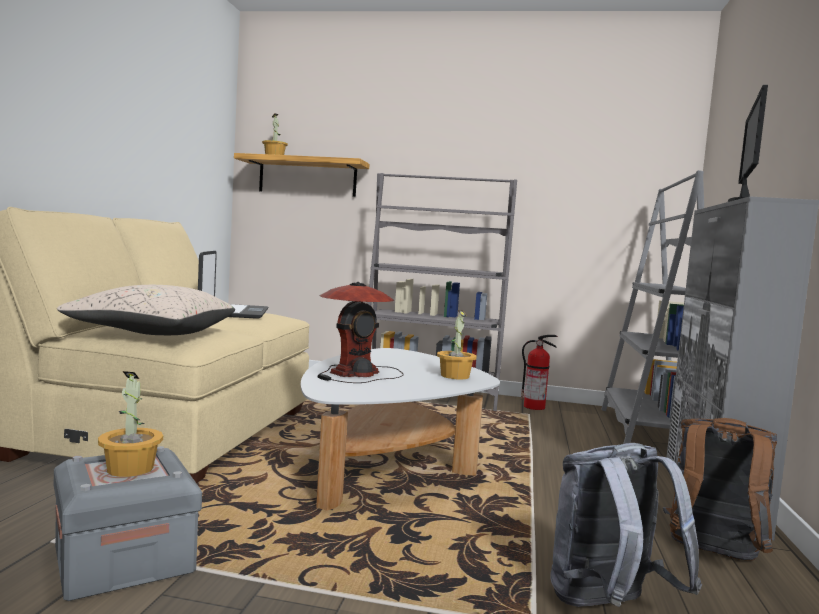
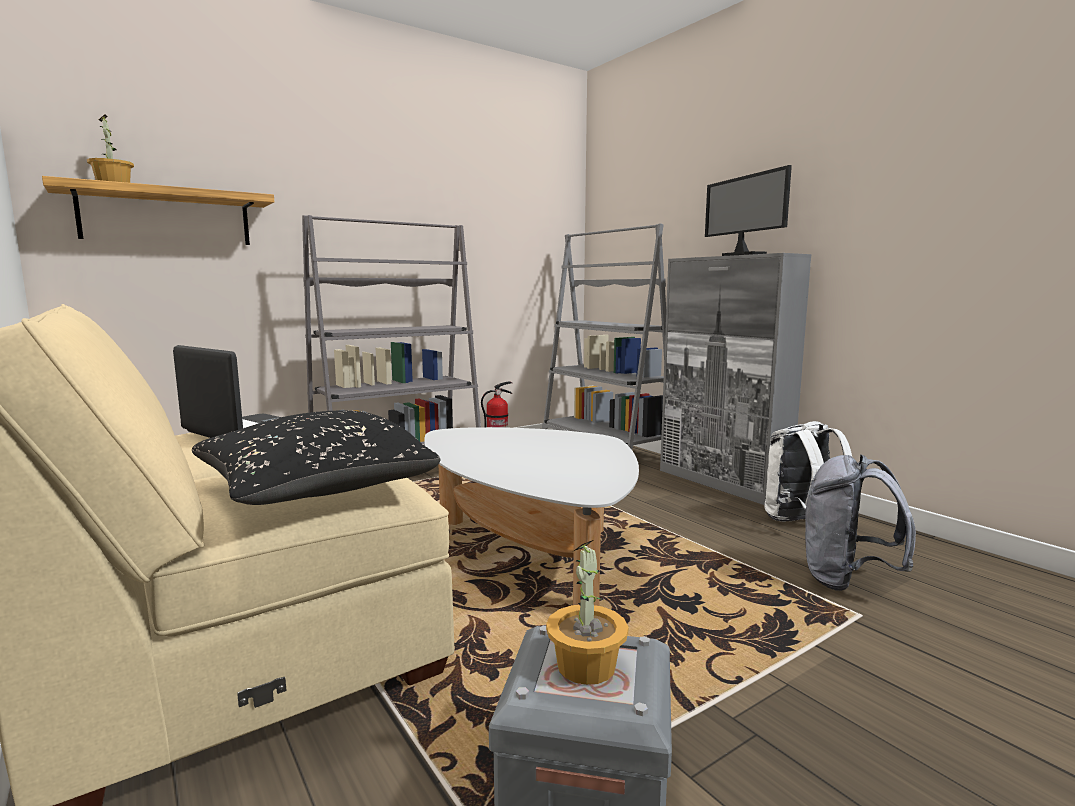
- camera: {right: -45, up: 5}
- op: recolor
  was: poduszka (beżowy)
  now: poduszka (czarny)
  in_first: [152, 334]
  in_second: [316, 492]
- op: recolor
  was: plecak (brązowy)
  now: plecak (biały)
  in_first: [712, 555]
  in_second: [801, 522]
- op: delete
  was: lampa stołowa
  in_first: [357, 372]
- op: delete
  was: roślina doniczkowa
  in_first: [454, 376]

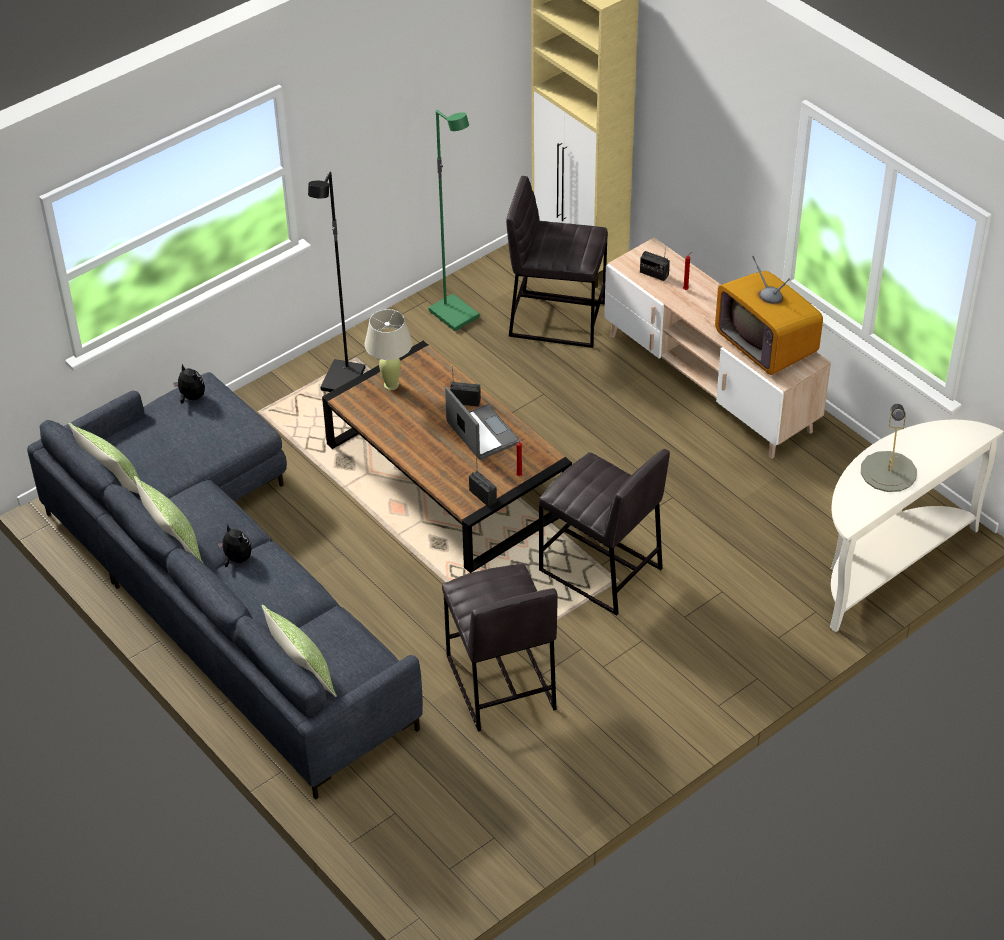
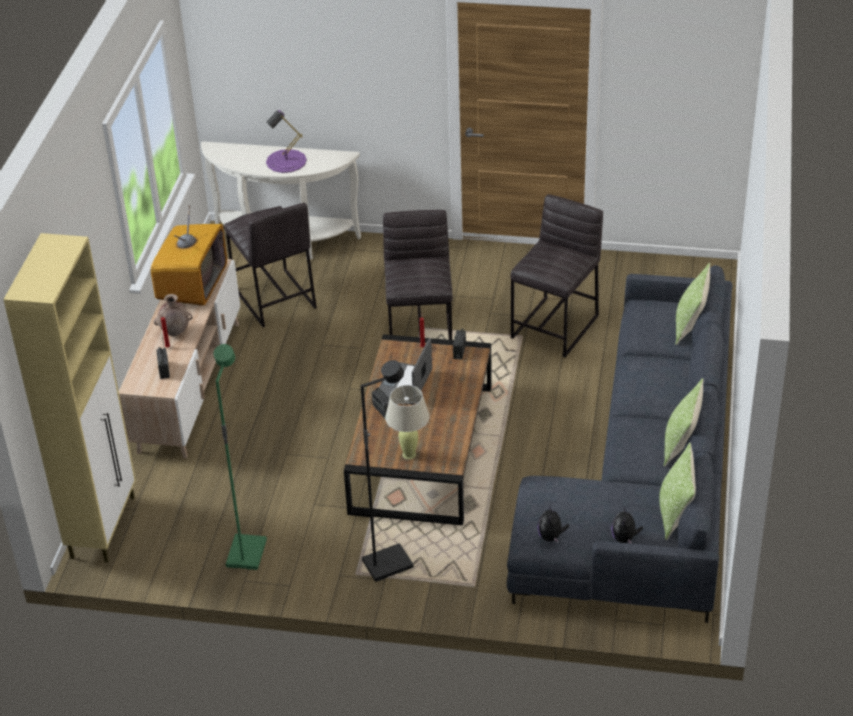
- camera: {right: -130, up: -5}
- op: insert
  now: wazon (brązowy)
  in_second: [175, 332]
- op: move
  was: stołek (szary)
  in_first: [556, 318]
  in_second: [274, 298]
- op: recolor
  was: lampa stołowa (szary)
  now: lampa stołowa (fioletowy)
  in_first: [888, 471]
  in_second: [286, 161]
- op: move
  was: pluszak
  in_first: [236, 559]
  in_second: [624, 538]

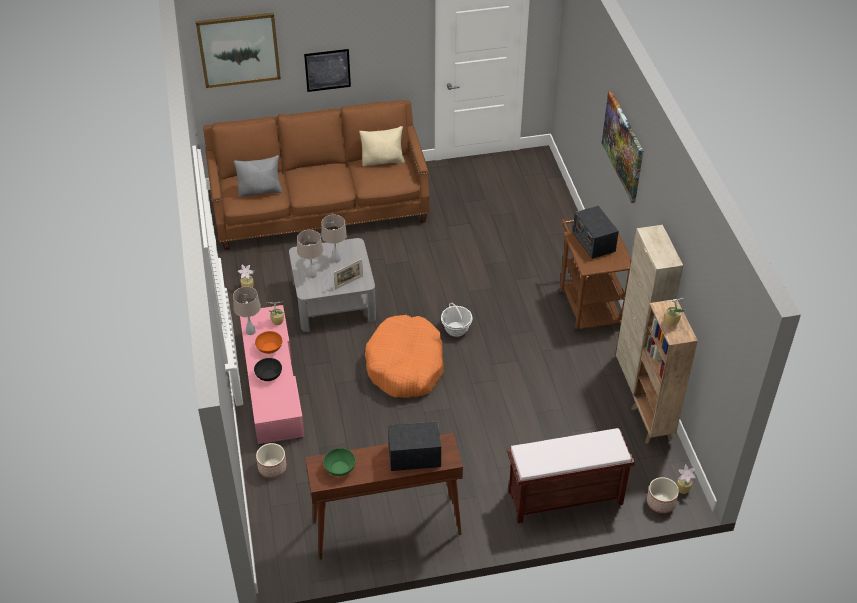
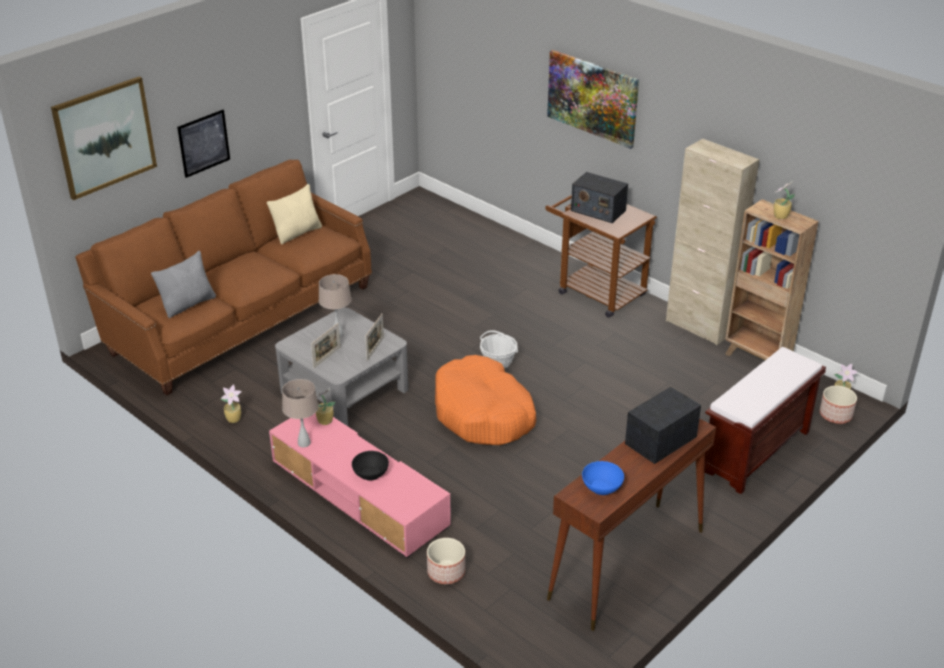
- camera: {right: -35, up: -10}
- op: replace
  was: lampa stołowa (beżowy)
  now: ramka na zdjęcie
  in_first: [312, 274]
  in_second: [327, 358]
- op: recolor
  was: miska (zielony)
  now: miska (niebieski)
  in_first: [339, 468]
  in_second: [601, 487]
- op: delete
  was: miska (pomarańczowy)
  in_first: [269, 348]

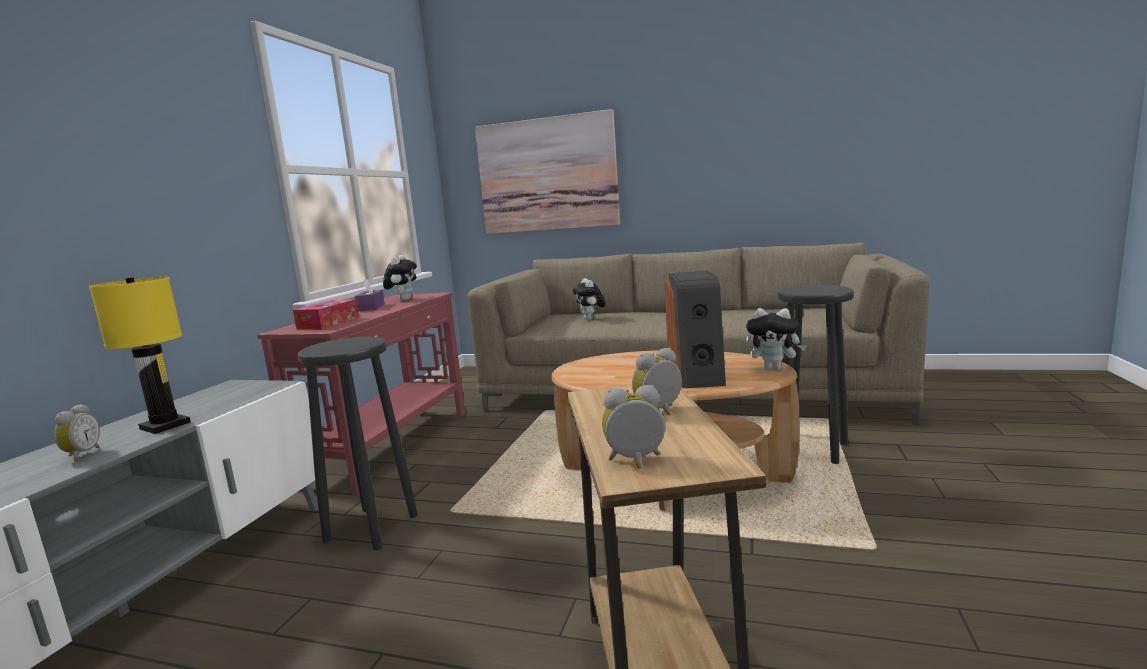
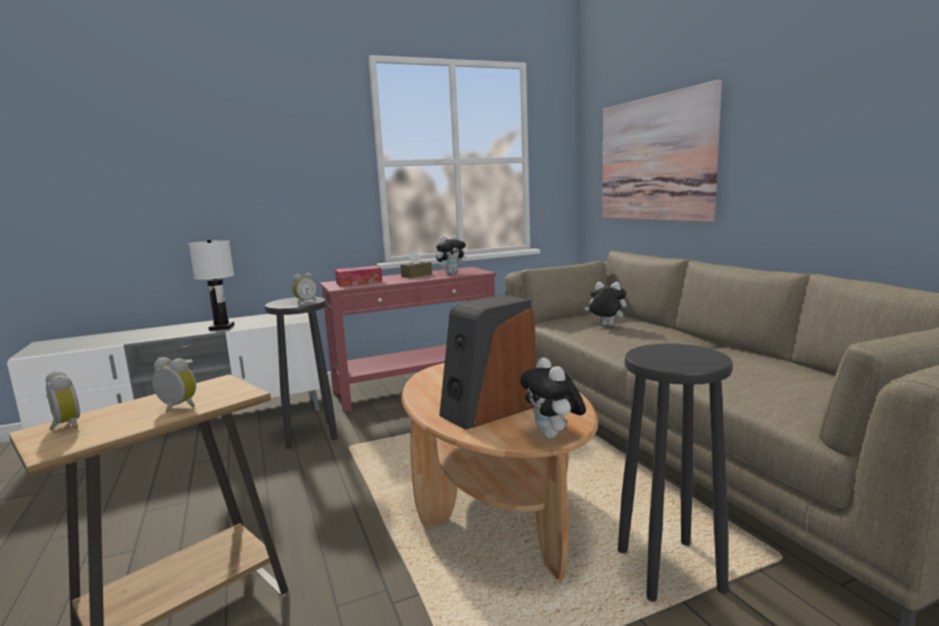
- camera: {right: 50, up: 0}
- op: recolor
  was: lampa stołowa (żółty)
  now: lampa stołowa (biały)
  in_first: [165, 426]
  in_second: [221, 327]
- op: move
  was: budzik
  in_first: [81, 455]
  in_second: [305, 302]
- op: recolor
  was: pudełko chusteczek (fioletowy)
  now: pudełko chusteczek (brązowy)
  in_first: [371, 307]
  in_second: [416, 275]
- op: rotate
  was: pluszak
  in_first: [591, 319]
  in_second: [605, 326]
  clockwise: 75

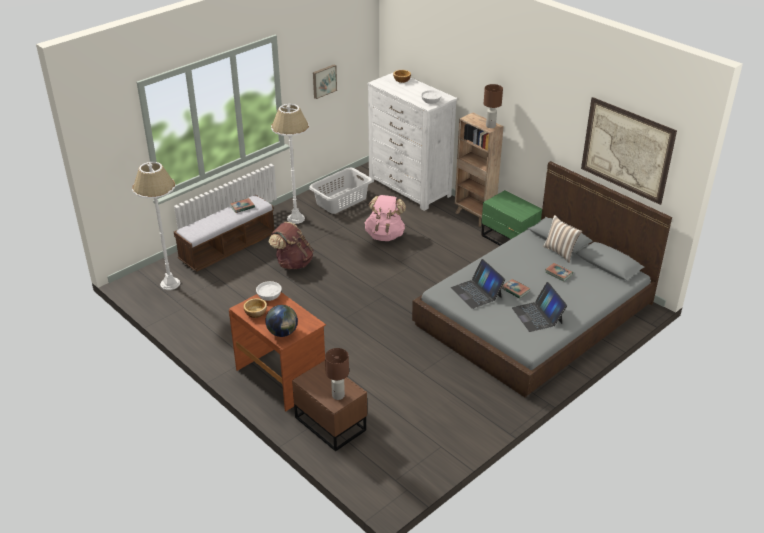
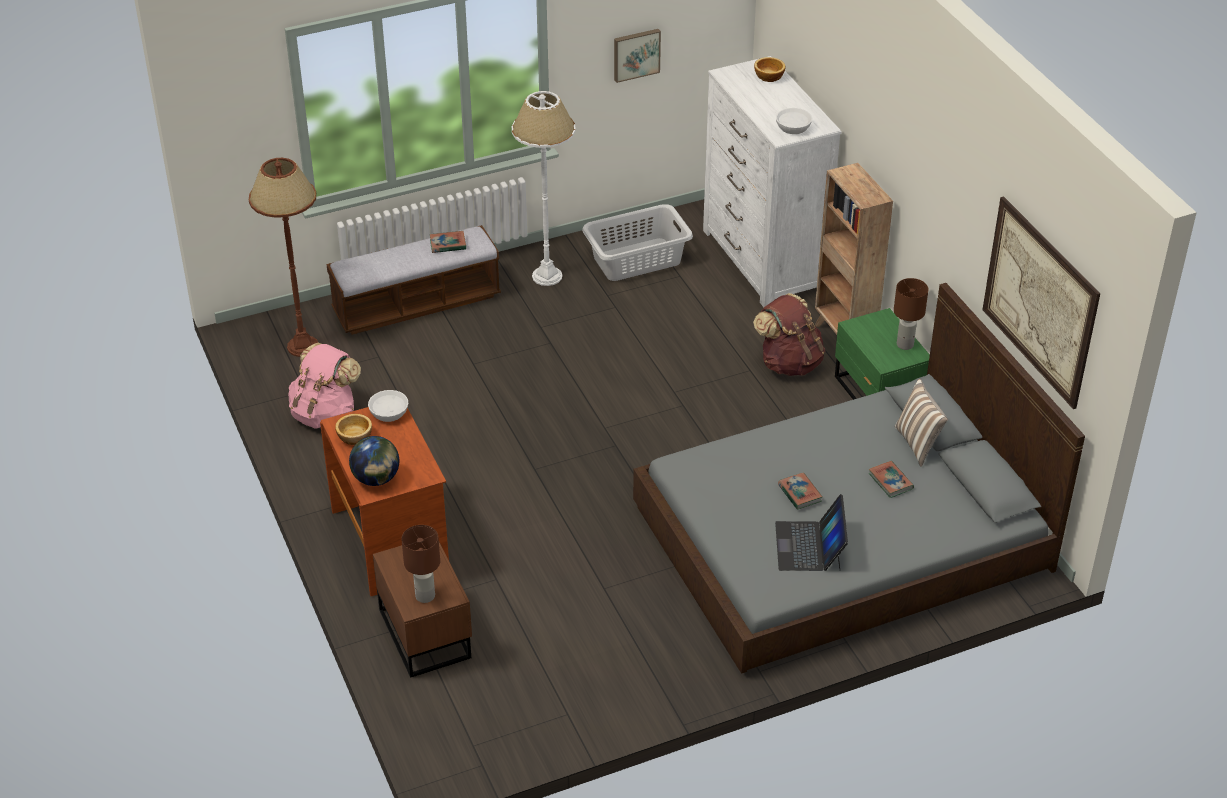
- camera: {right: 20, up: 5}
- op: recolor
  was: lampa stojąca (biały)
  now: lampa stojąca (brązowy)
  in_first: [170, 284]
  in_second: [303, 346]
- op: move
  was: plecak (różowy)
  in_first: [385, 235]
  in_second: [325, 413]
- op: move
  was: plecak (brązowy)
  in_first: [293, 263]
  in_second: [789, 363]
- op: move
  was: lampa stołowa (brązowy)
  in_first: [490, 126]
  in_second: [905, 344]
- op: delete
  was: laptop
  in_first: [476, 292]

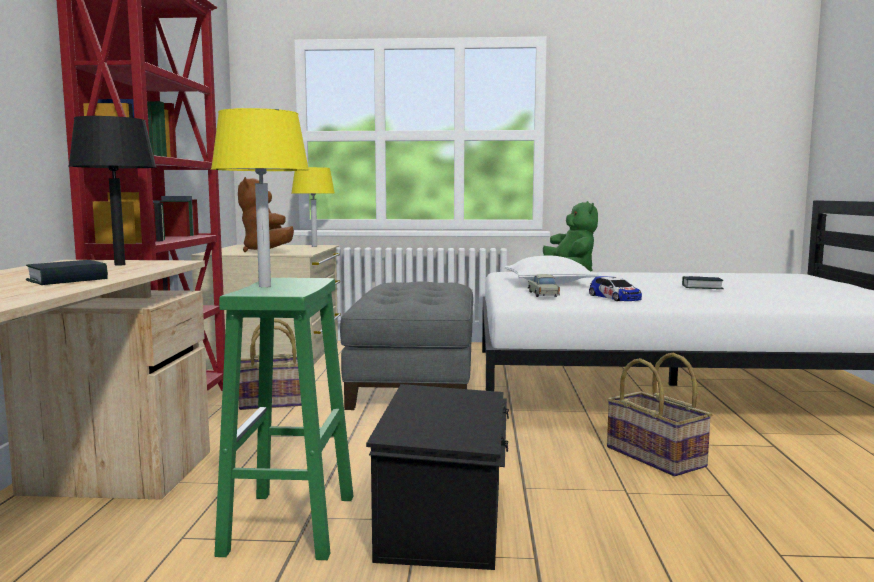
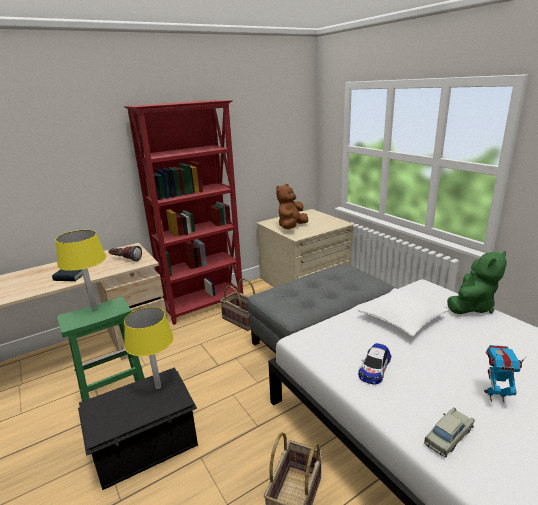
- camera: {right: 55, up: 15}
- op: replace
  was: lampa stołowa (czarny)
  now: latarka
  in_first: [119, 265]
  in_second: [125, 259]
- op: move
  was: lampa stołowa (żółty)
  in_first: [314, 246]
  in_second: [158, 387]
- op: move
  was: samochodzik (beżowy)
  in_first: [543, 294]
  in_second: [448, 436]
- op: replace
  was: książka
  now: robot zabawkowy
  in_first: [702, 287]
  in_second: [495, 396]

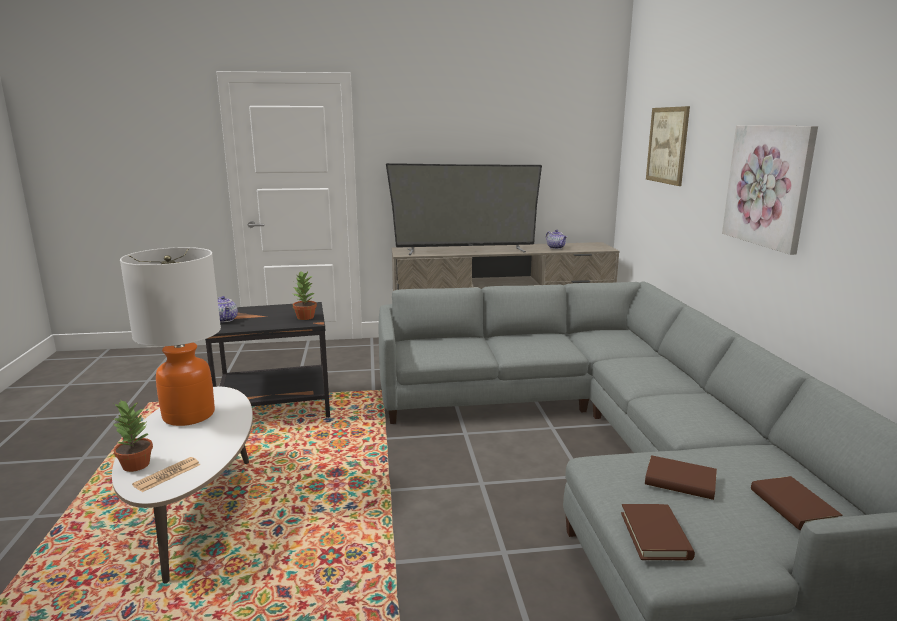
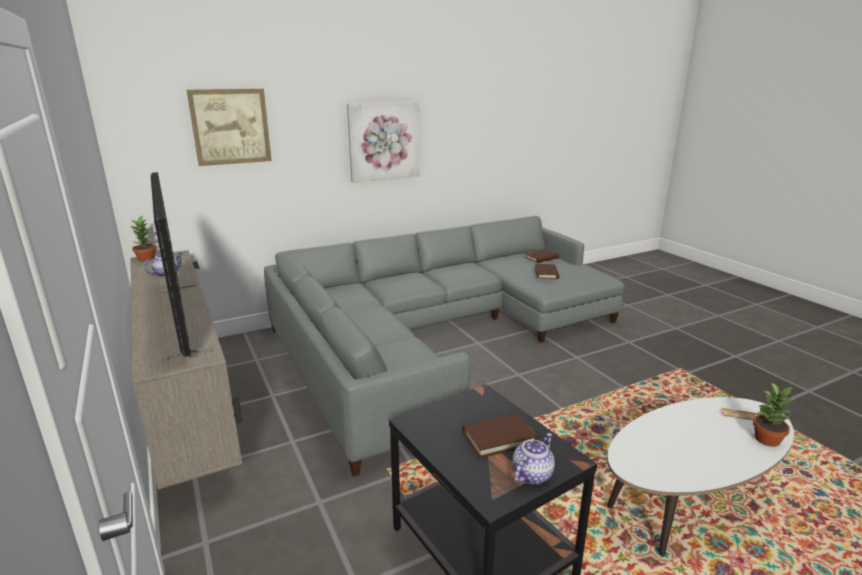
- camera: {right: -110, up: 5}
- op: move
  was: roślina doniczkowa
  in_first: [305, 317]
  in_second: [147, 259]
- op: move
  was: książka (brązowy)
  in_first: [655, 535]
  in_second: [499, 438]
- op: delete
  was: lampa stołowa
  in_first: [188, 415]

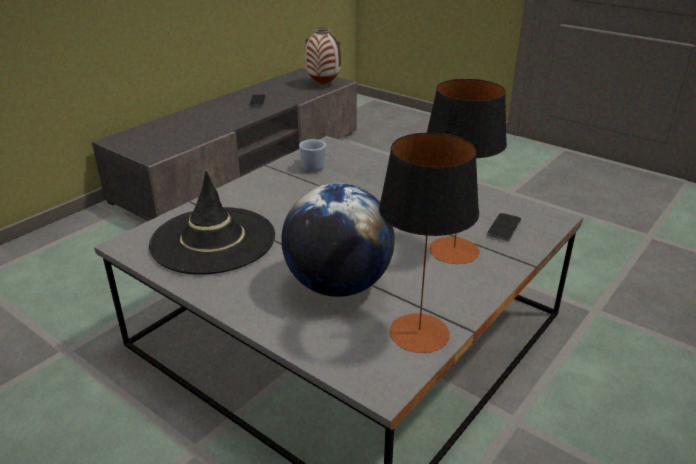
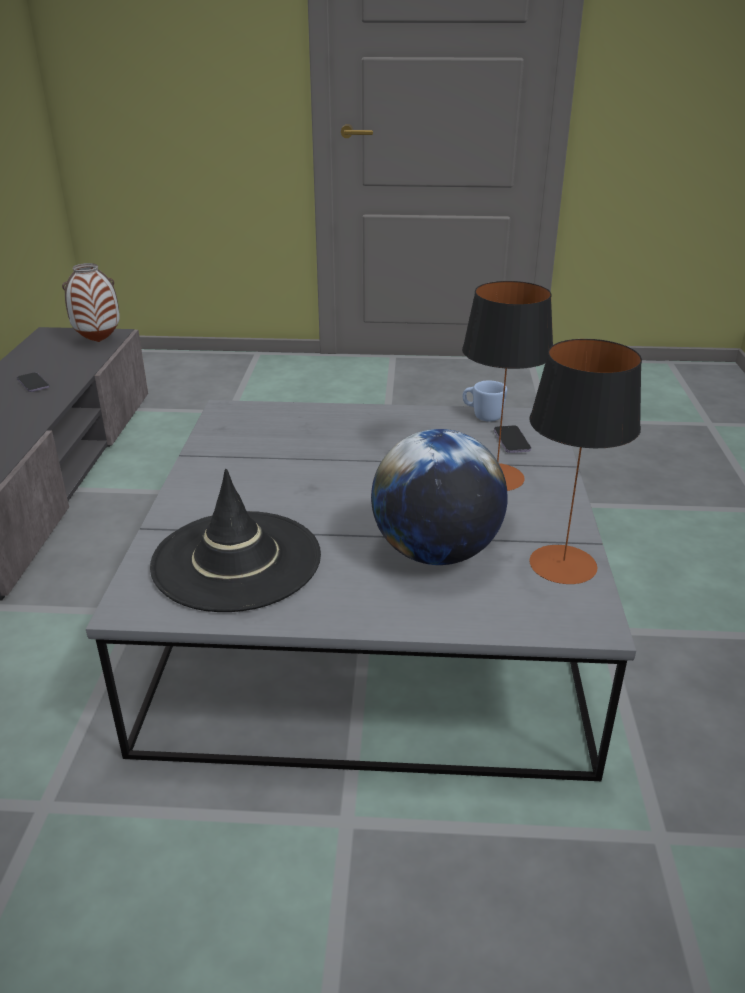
- camera: {right: -35, up: 0}
- op: move
  was: kubek (niebieski)
  in_first: [311, 167]
  in_second: [482, 416]

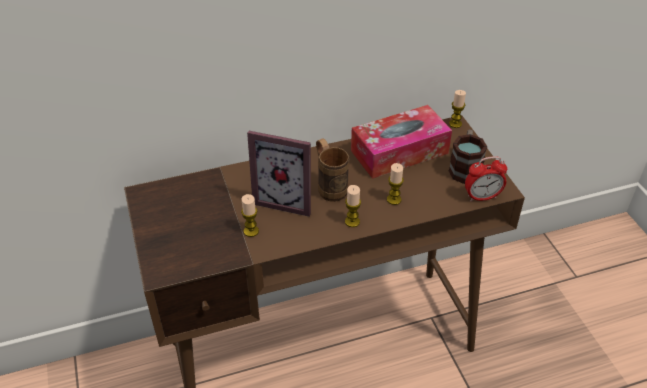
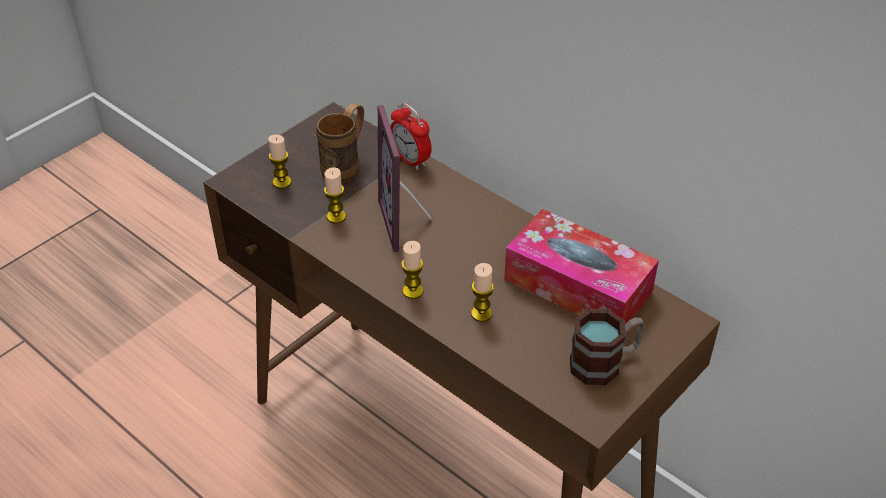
- camera: {right: 60, up: 0}
- op: move
  was: świeca
  in_first: [455, 124]
  in_second: [282, 182]
- op: move
  was: kubek (brązowy)
  in_first: [329, 186]
  in_second: [346, 165]
- op: move
  was: budzik
  in_first: [482, 197]
  in_second: [411, 160]

